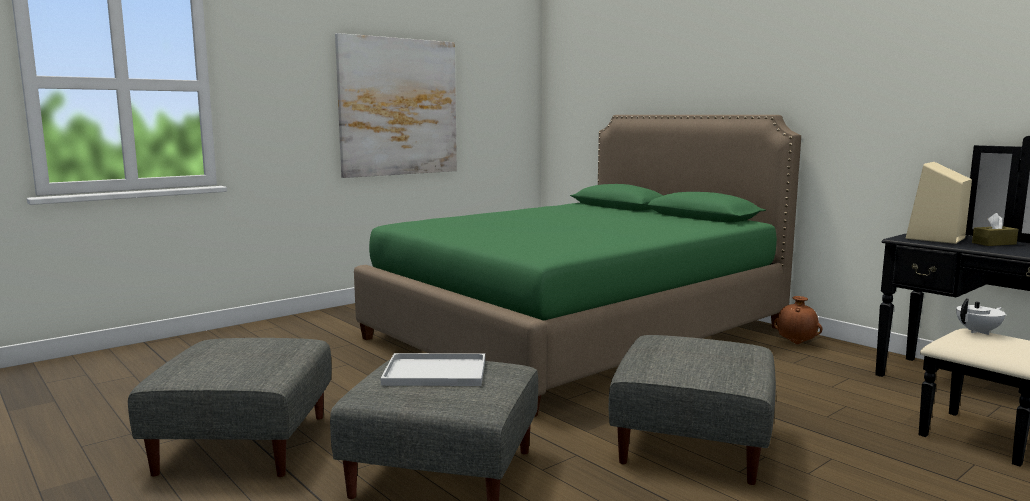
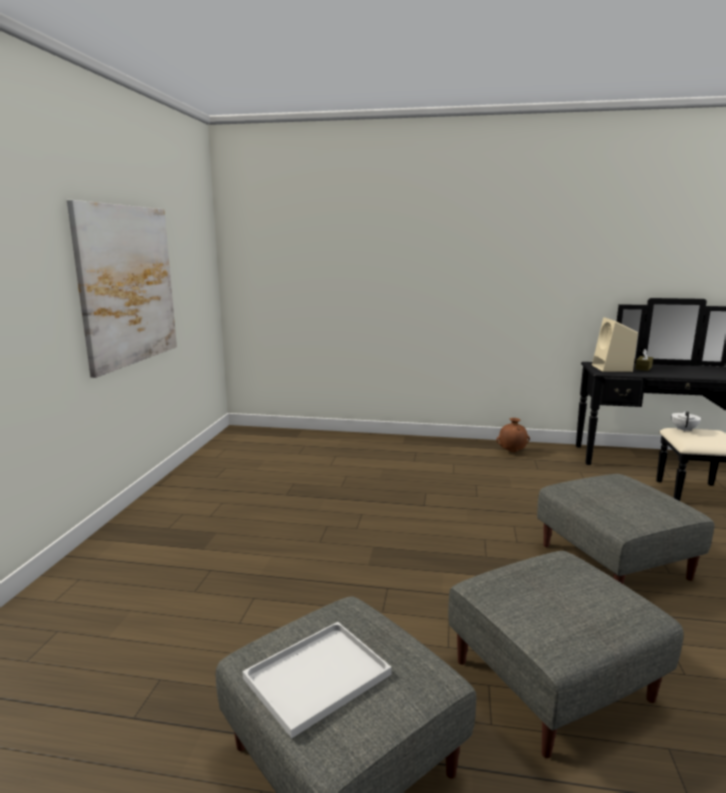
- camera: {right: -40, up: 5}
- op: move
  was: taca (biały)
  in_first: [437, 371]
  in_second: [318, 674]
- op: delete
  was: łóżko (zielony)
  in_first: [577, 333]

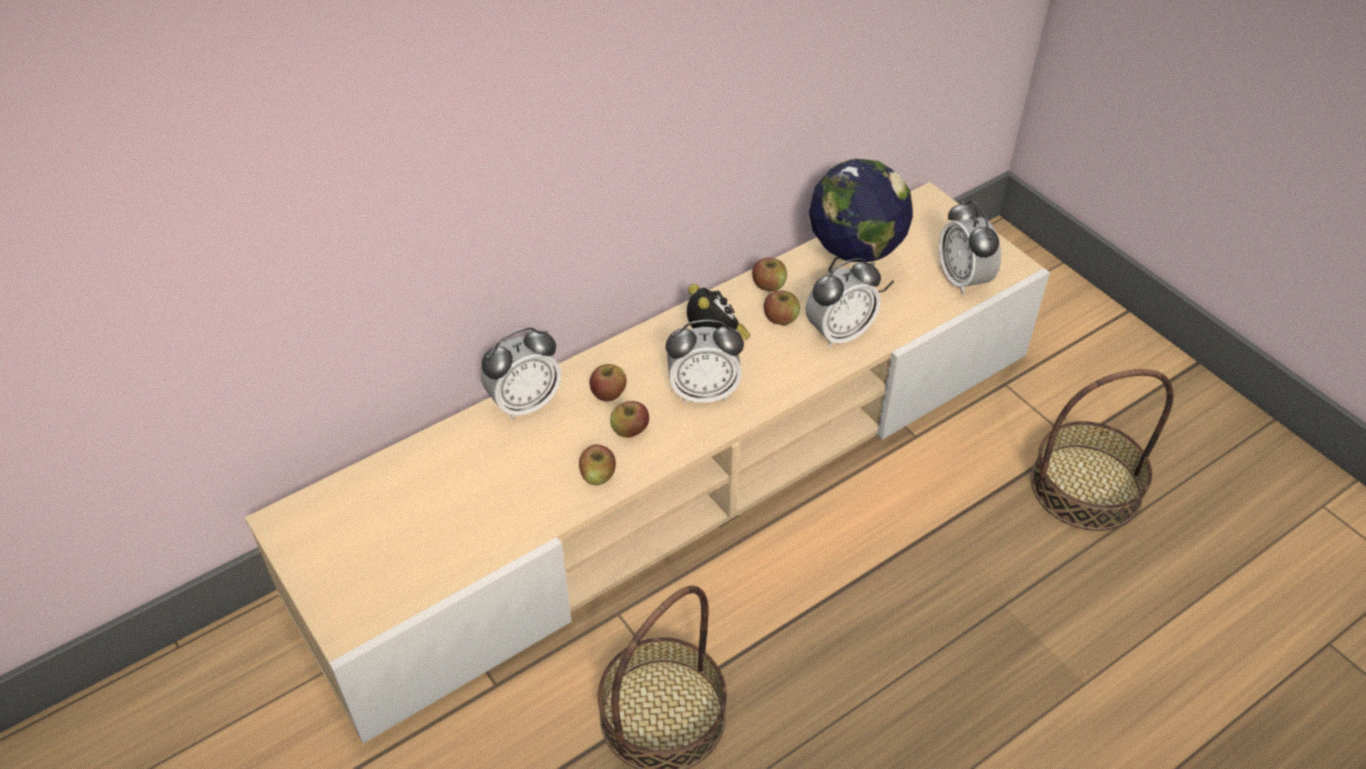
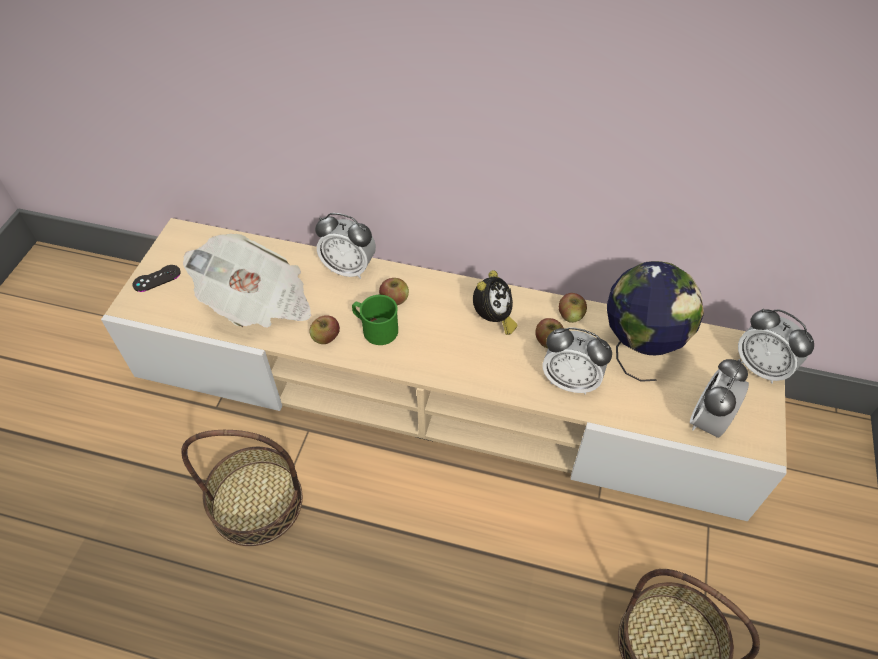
- camera: {right: 50, up: 5}
- op: insert
  now: pad do gier (czarny)
  in_second: [156, 278]
- op: insert
  now: gazeta
  in_second: [258, 302]
- op: replace
  was: jabłko
  now: kubek (zielony)
  in_first: [630, 430]
  in_second: [375, 329]
- op: move
  was: budzik
  in_first: [703, 392]
  in_second: [761, 367]

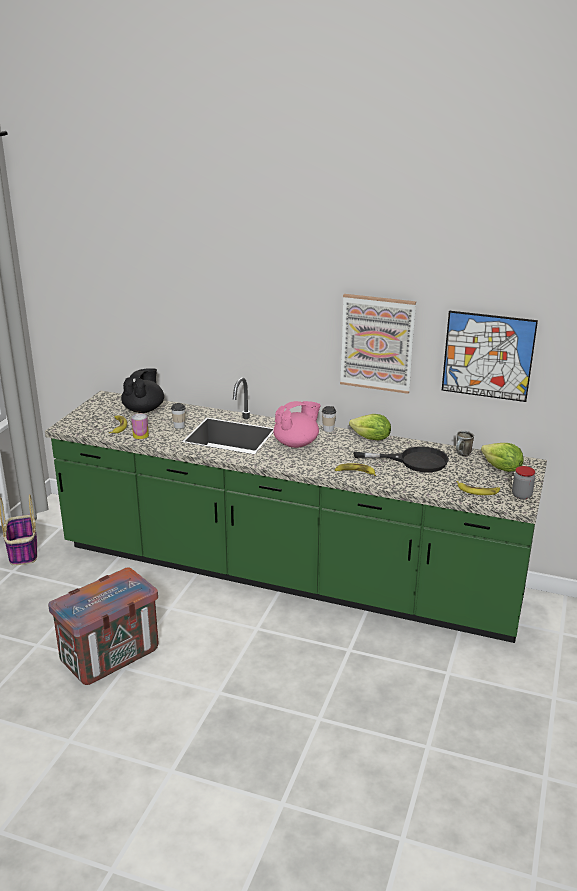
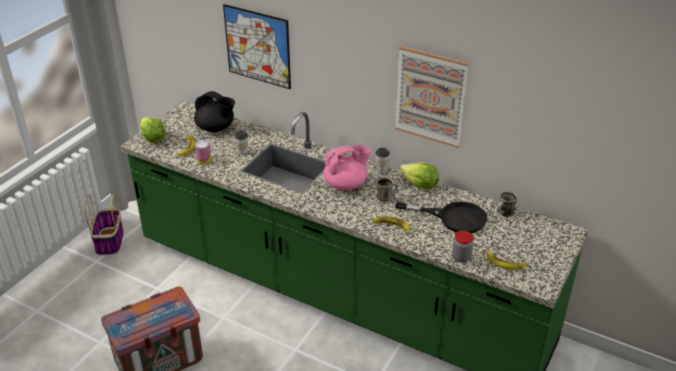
- camera: {right: 10, up: 10}
- op: move
  was: sałata
  in_first: [501, 469]
  in_second: [153, 139]
- op: rotate
  was: imbryk (czarny)
  in_first: [144, 409]
  in_second: [216, 128]
  clockwise: 90
- op: move
  was: obraz
  in_first: [488, 356]
  in_second: [257, 46]
- op: insert
  now: kubek
  in_second: [386, 197]
- op: move
  was: słoik
  in_first: [521, 495]
  in_second: [461, 257]

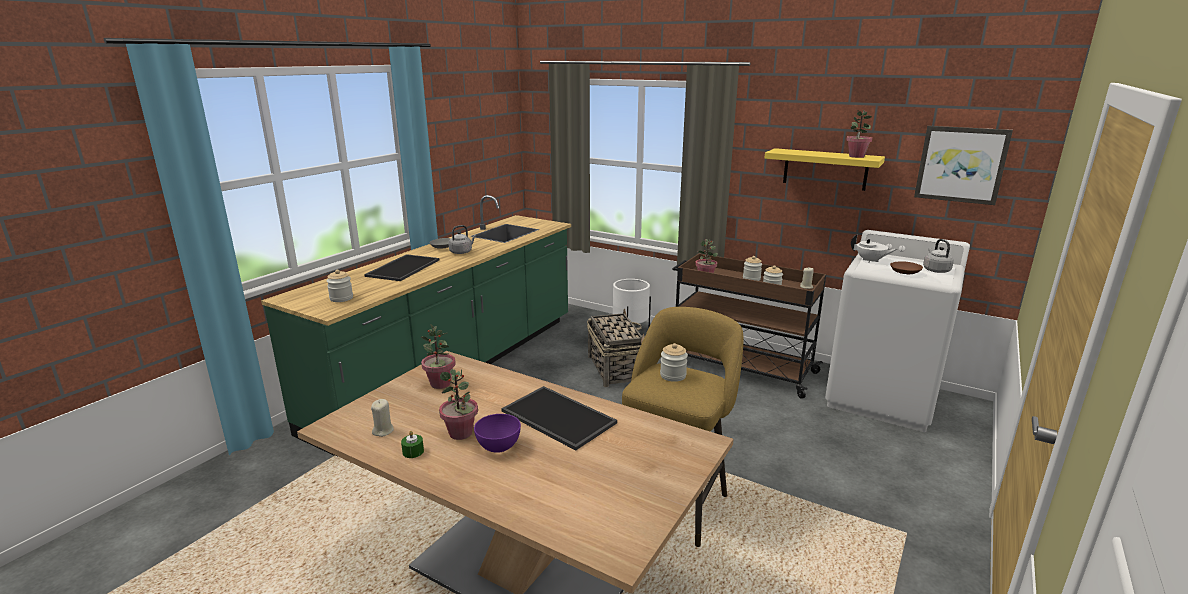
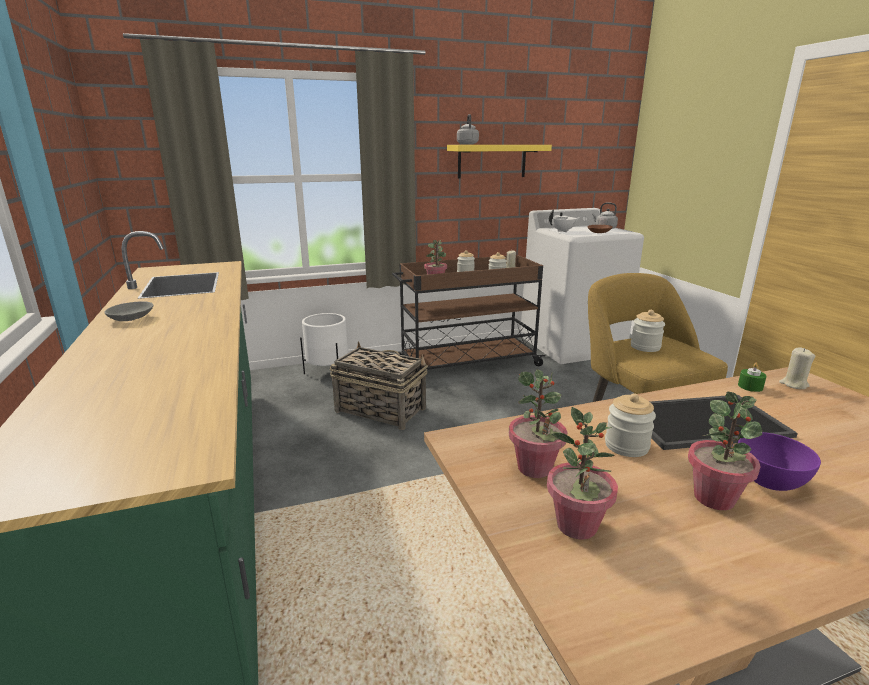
- camera: {right: -50, up: 0}
- op: move
  was: czajnik (szary)
  in_first: [462, 252]
  in_second: [467, 144]
- op: move
  was: roślina doniczkowa
  in_first: [856, 156]
  in_second: [576, 526]
- op: move
  was: słoik
  in_first: [341, 298]
  in_second: [626, 446]
- op: move
  was: świeca (zielony)
  in_first: [413, 452]
  in_second: [750, 386]
- op: move
  was: świeca (beżowy)
  in_first: [383, 431]
  in_second: [793, 384]
- op: delete
  was: taca
  in_first: [403, 267]
- op: delete
  was: obraz
  in_first: [961, 164]

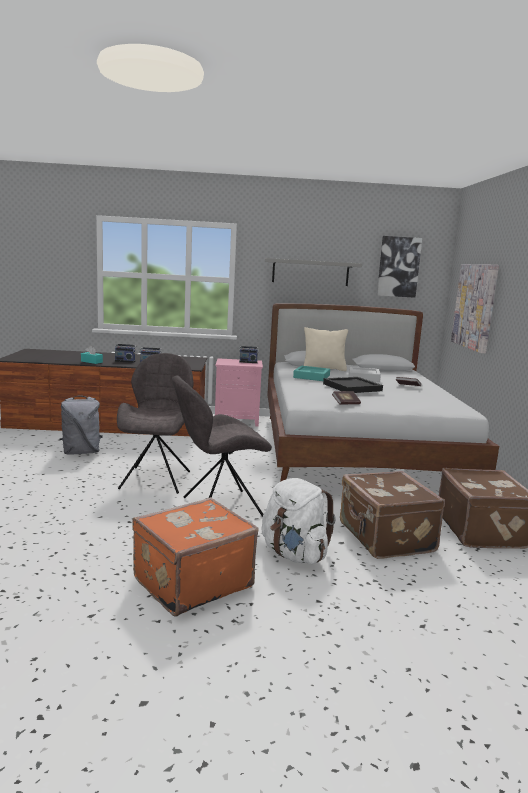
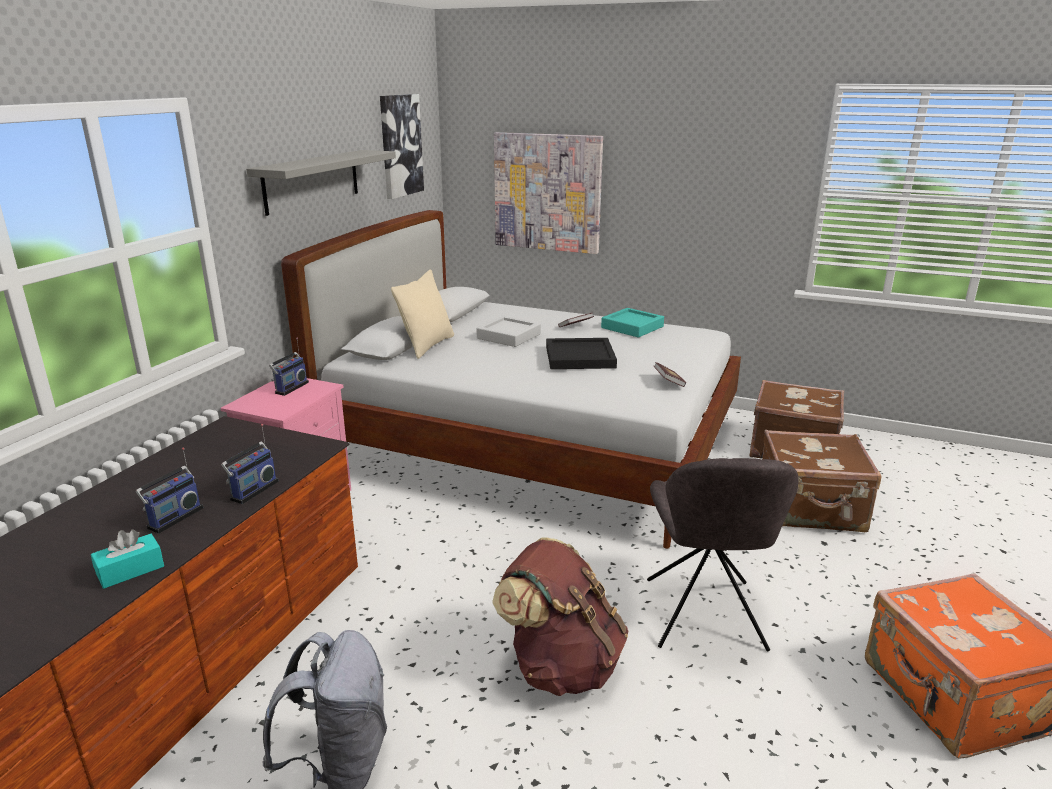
- camera: {right: -65, up: 10}
- op: replace
  was: krzesło (szary)
  now: plecak (brązowy)
  in_first: [156, 479]
  in_second: [561, 666]
- op: move
  was: taca (turkusowy)
  in_first: [311, 377]
  in_second: [632, 327]
- op: delete
  was: plecak (biały)
  in_first: [294, 554]

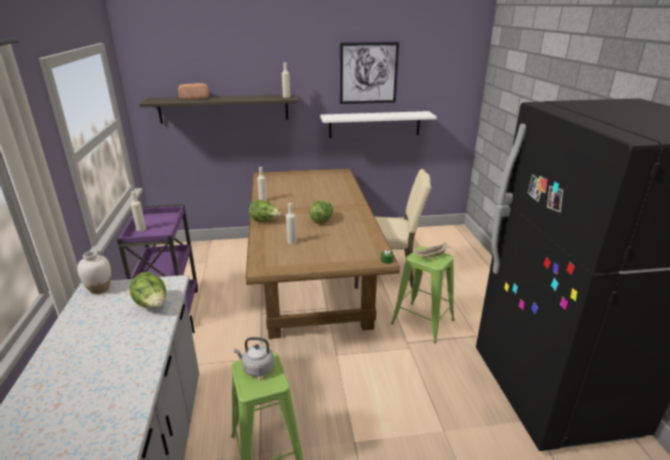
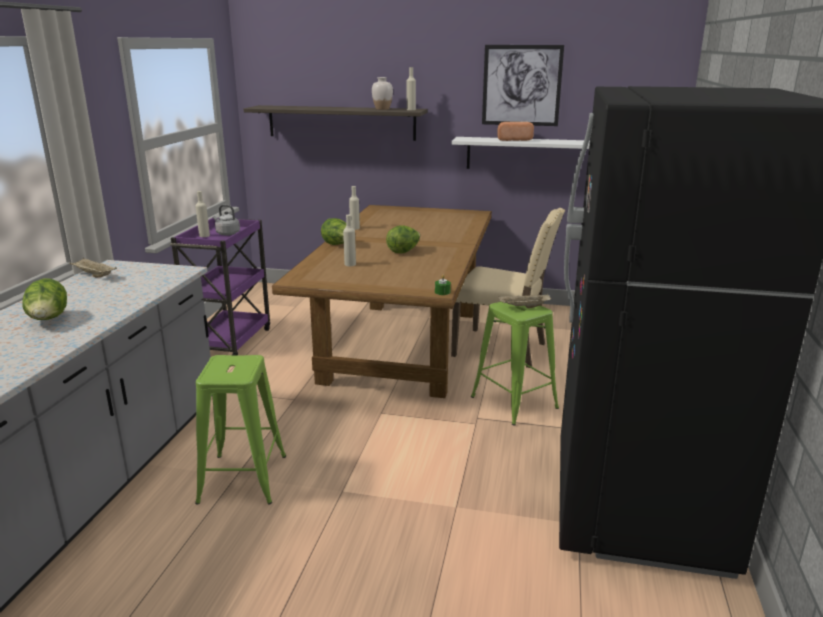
- camera: {right: 20, up: -5}
- op: move
  was: sałata
  in_first: [152, 305]
  in_second: [49, 320]
- op: insert
  now: taca (beżowy)
  in_second: [93, 275]
- op: move
  was: czajnik (szary)
  in_first: [256, 368]
  in_second: [227, 233]
- op: move
  was: wazon (biały)
  in_first: [99, 289]
  in_second: [382, 109]
- op: move
  was: chleb
  in_first: [193, 98]
  in_second: [513, 140]

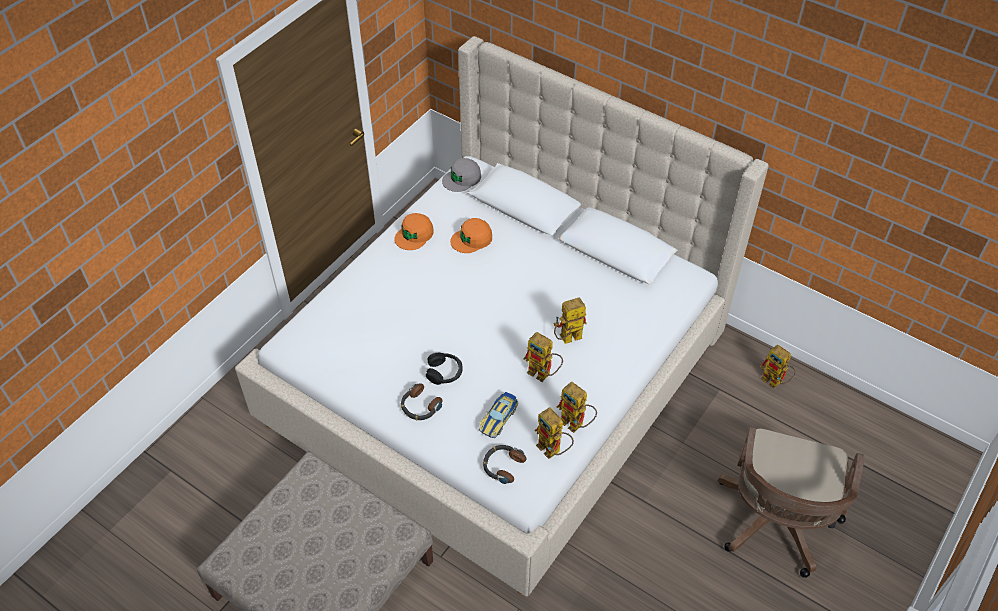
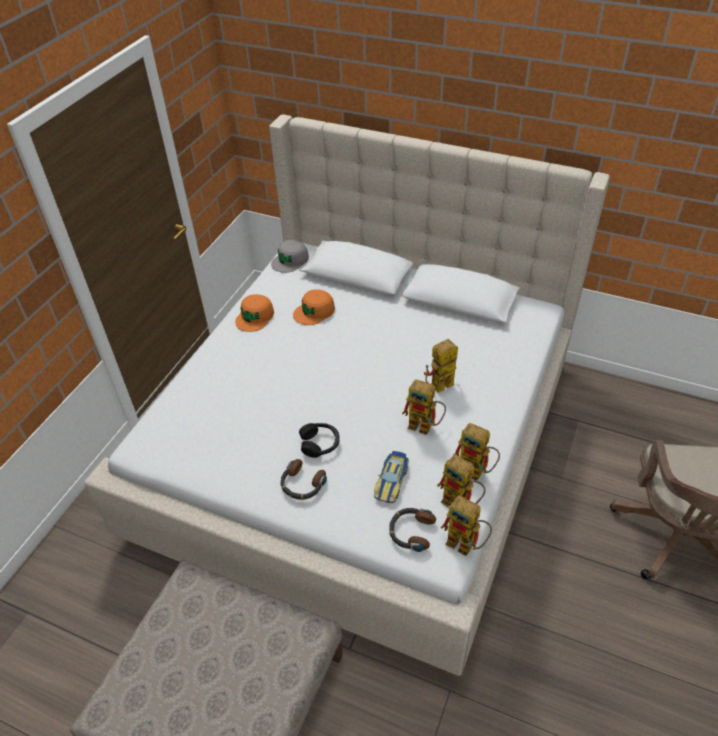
- camera: {right: -10, up: -5}
- op: move
  was: robot zabawkowy
  in_first: [775, 381]
  in_second: [466, 544]

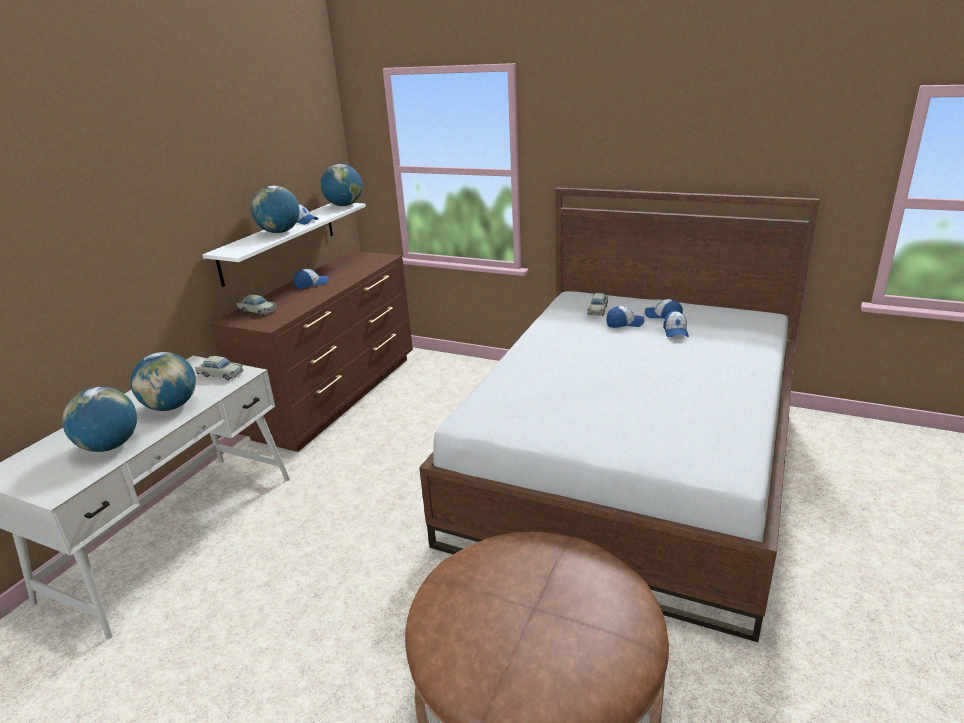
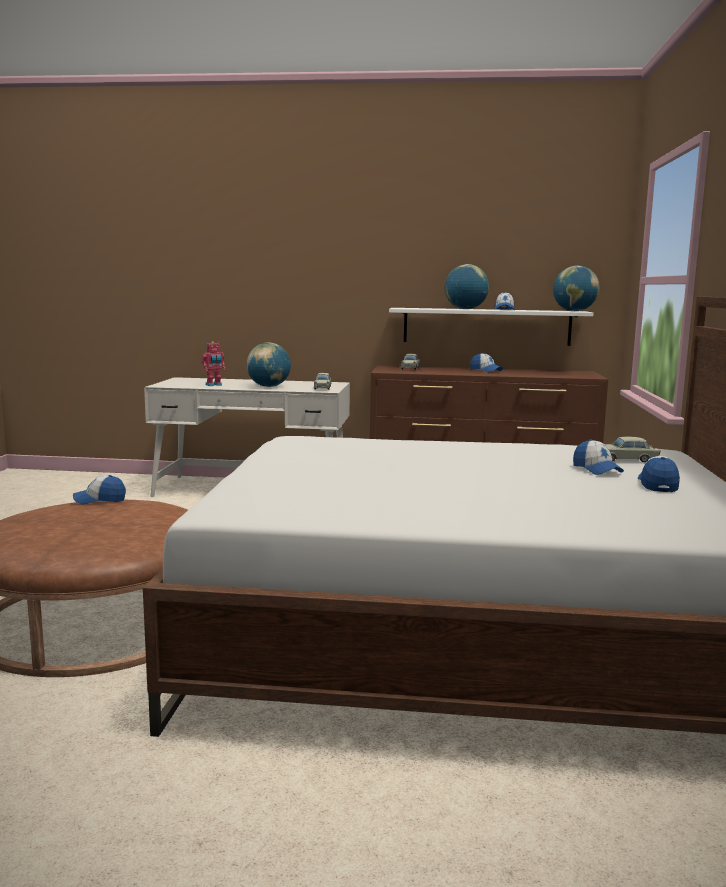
- camera: {right: 70, up: -15}
- op: move
  was: czapka z daszkiem
  in_first: [675, 332]
  in_second: [100, 500]
- op: replace
  was: globus
  now: robot zabawkowy
  in_first: [110, 446]
  in_second: [214, 385]

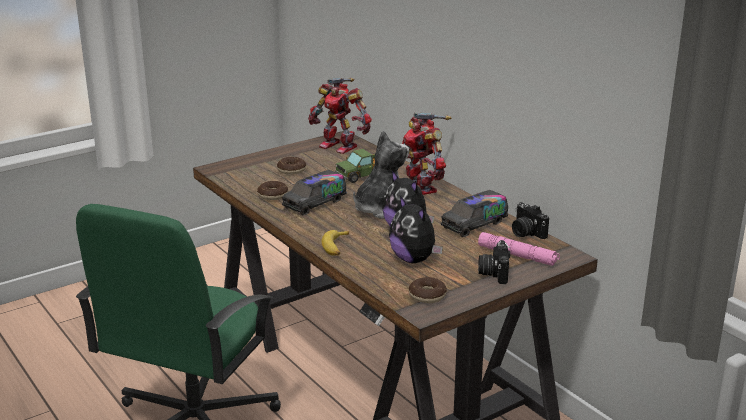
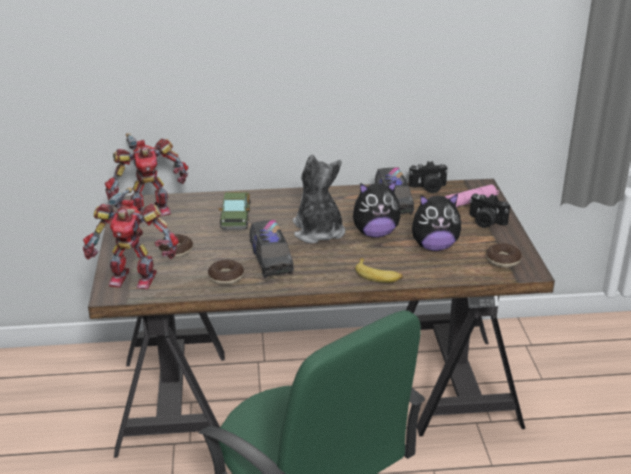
- camera: {right: -60, up: 5}
- op: move
  was: robot zabawkowy
  in_first: [421, 187]
  in_second: [134, 277]

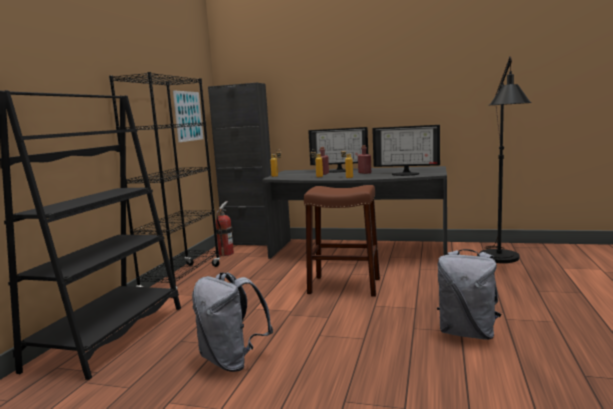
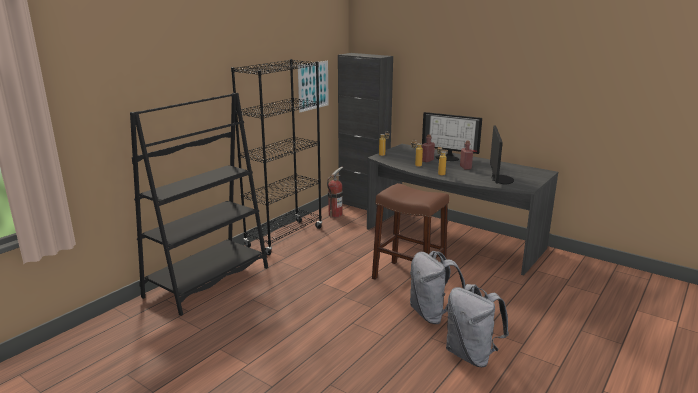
- camera: {right: 20, up: 10}
- op: move
  was: plecak (szary)
  in_first: [232, 361]
  in_second: [432, 314]
- op: rotate
  was: monitor
  in_first: [406, 174]
  in_second: [500, 179]
  clockwise: -120
- op: delete
  was: lampa stojąca (czarny)
  in_first: [500, 260]

